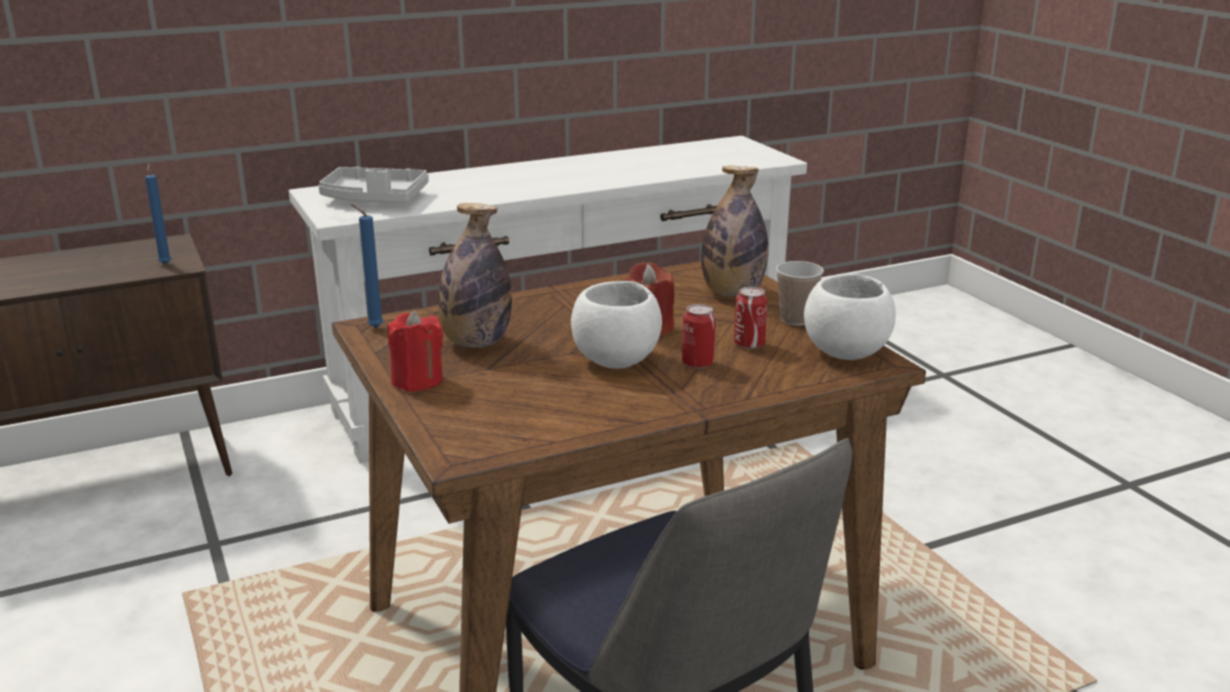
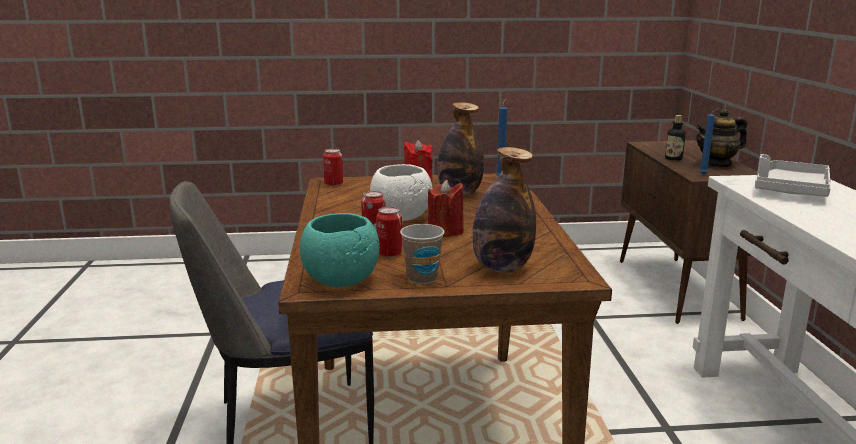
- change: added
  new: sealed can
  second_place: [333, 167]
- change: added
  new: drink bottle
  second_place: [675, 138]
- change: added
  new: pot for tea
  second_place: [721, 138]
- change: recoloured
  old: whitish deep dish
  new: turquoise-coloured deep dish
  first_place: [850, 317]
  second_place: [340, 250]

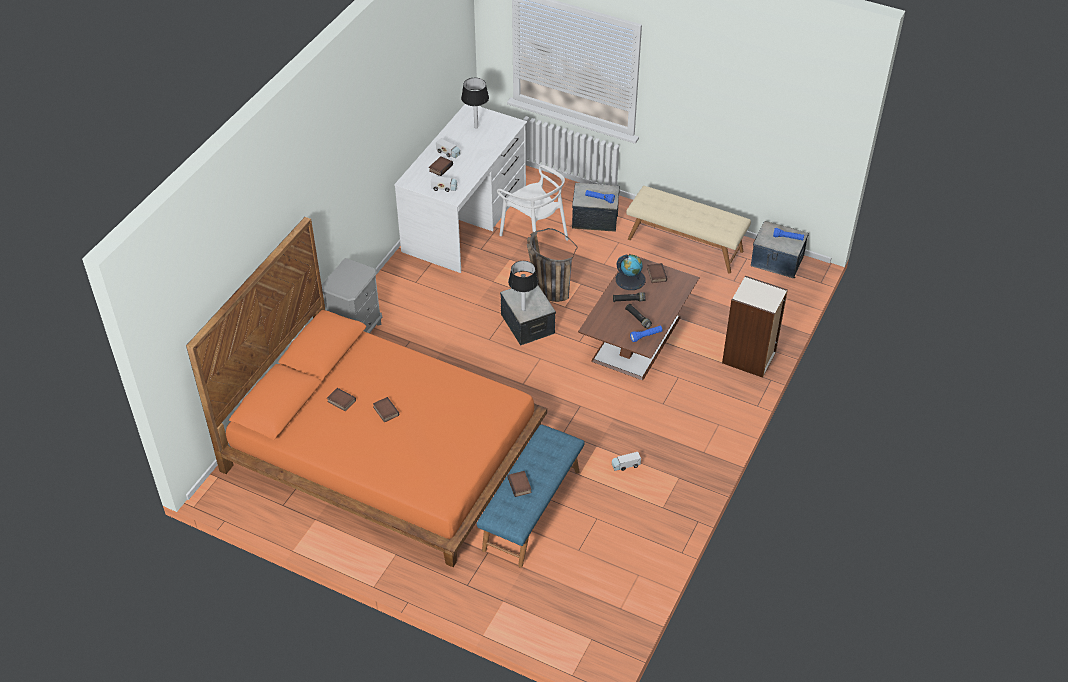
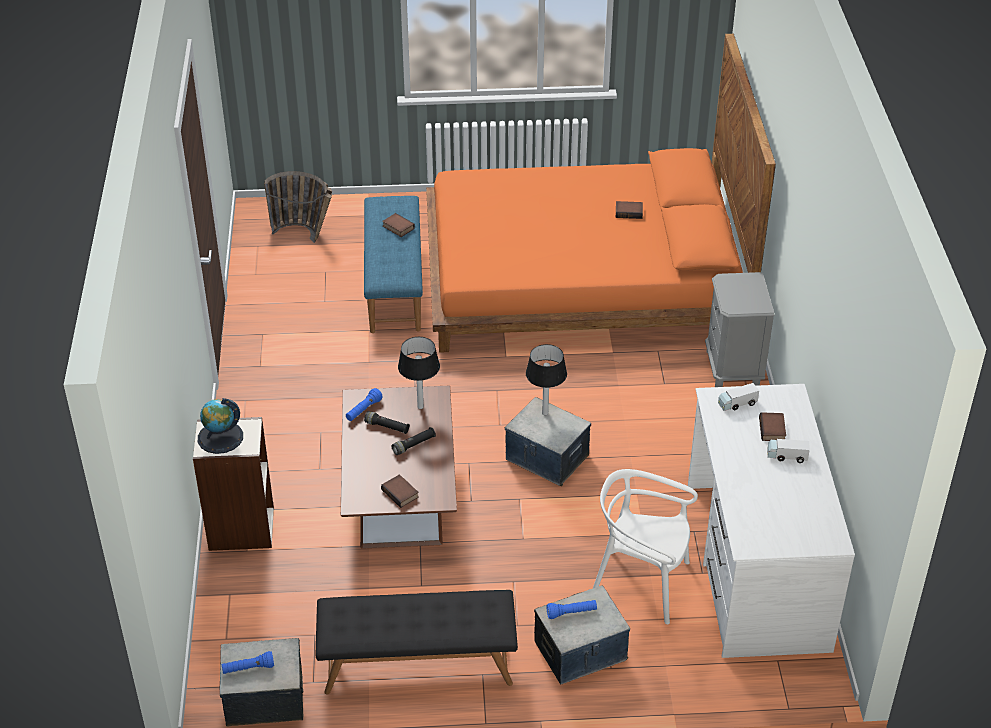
- change: removed
  old: volume
  first_place: [386, 409]
- change: removed
  old: toy lorry
  first_place: [626, 461]
- change: moved
  old: tabletop lamp
  first_place: [475, 103]
  second_place: [419, 373]
- change: moved
  old: household basket
  first_place: [552, 265]
  second_place: [298, 207]
- change: moved
  old: desk globe
  first_place: [631, 272]
  second_place: [220, 426]
- change: recoloured
  old: beige indoor bench
  new: black indoor bench
  first_place: [688, 230]
  second_place: [417, 642]

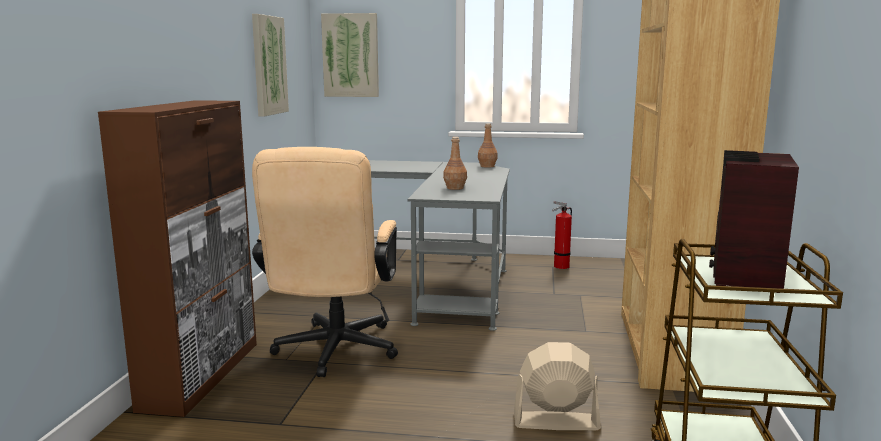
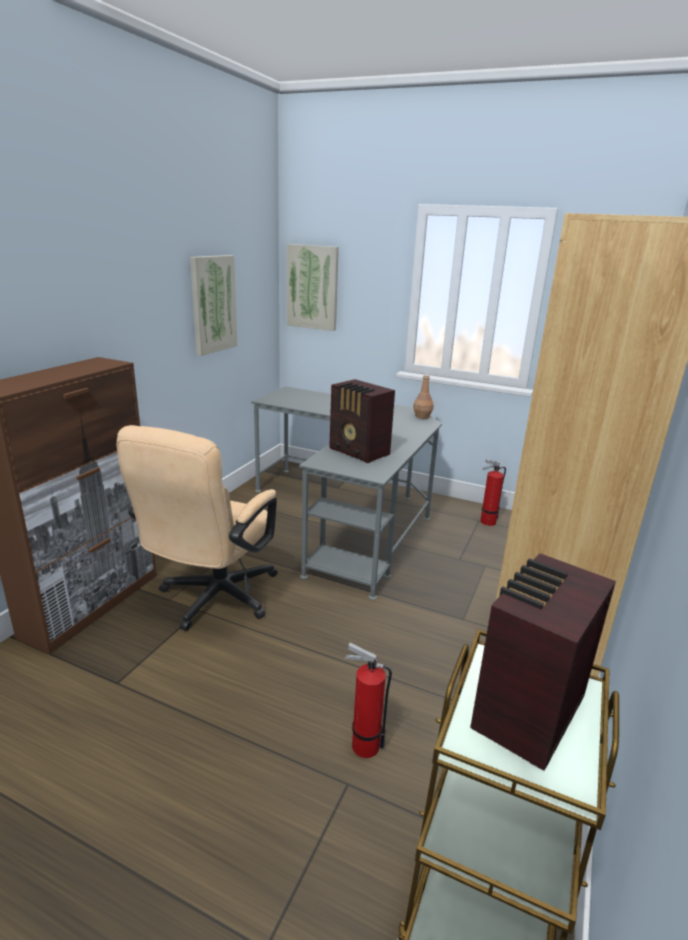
- change: replaced
  old: brown-coloured drink bottle
  new: radio
  first_place: [455, 163]
  second_place: [362, 421]
- change: replaced
  old: beige fan
  new: fire extinguisher
  first_place: [557, 386]
  second_place: [368, 700]

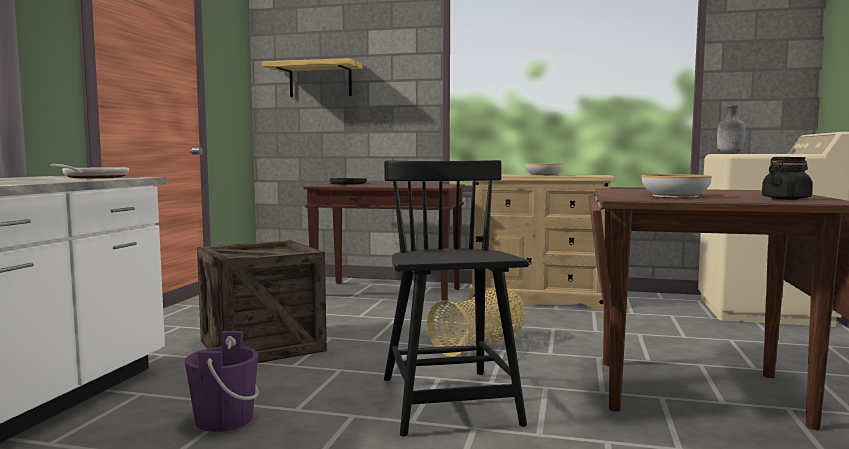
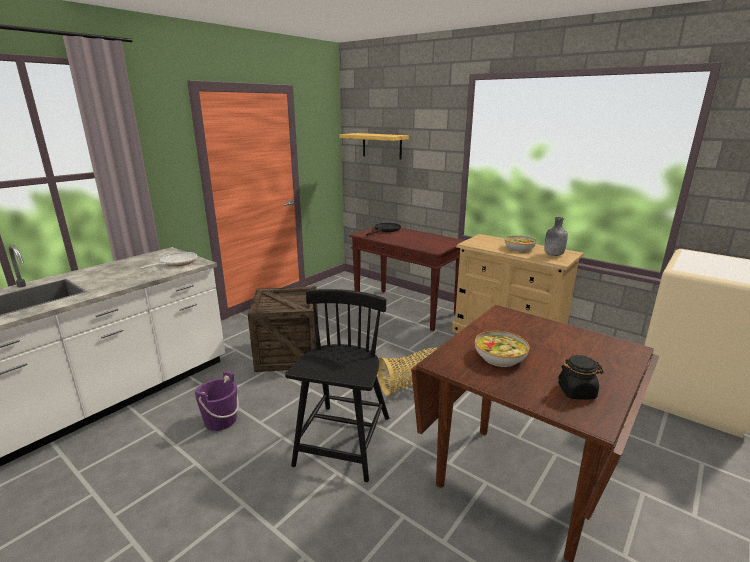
- change: moved
  old: gray drink bottle
  first_place: [731, 129]
  second_place: [556, 236]

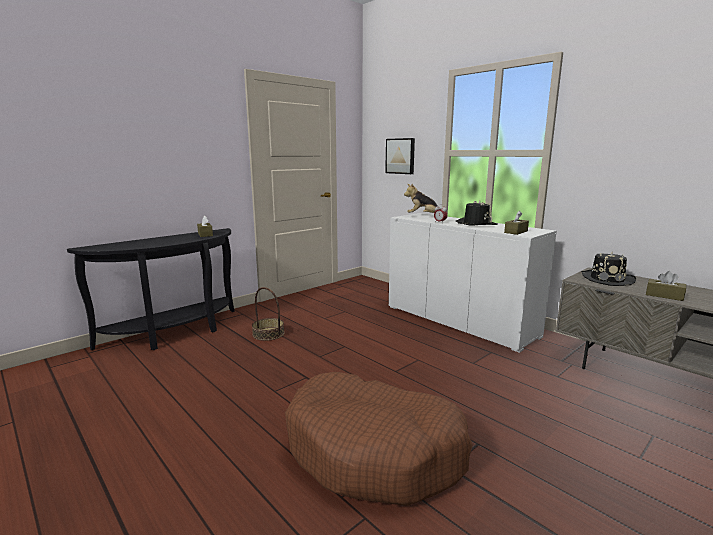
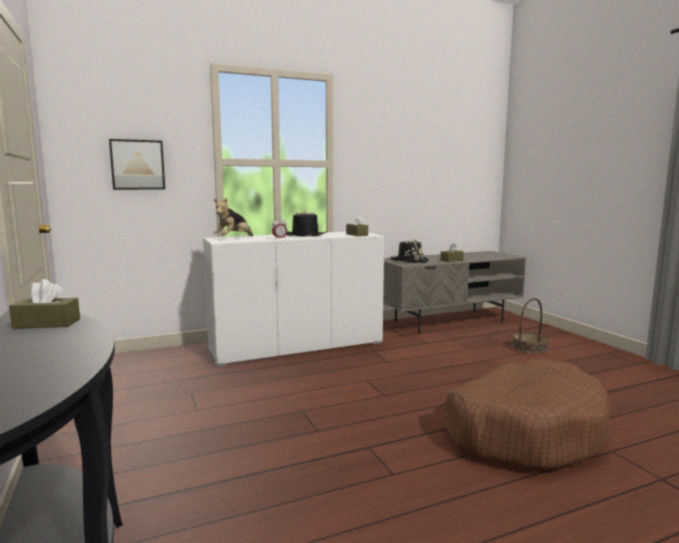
- change: moved
  old: household basket
  first_place: [268, 314]
  second_place: [530, 326]

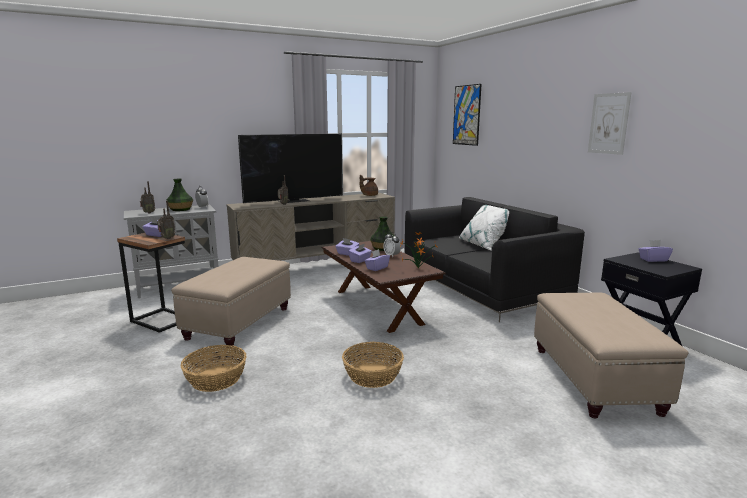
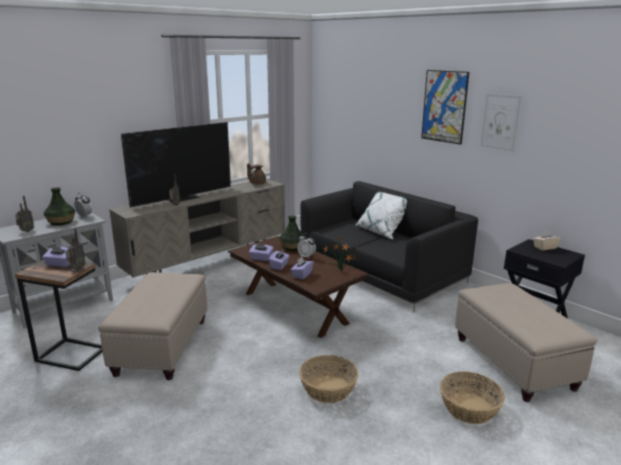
- change: moved
  old: household basket
  first_place: [214, 368]
  second_place: [472, 397]
- change: moved
  old: picture
  first_place: [467, 115]
  second_place: [445, 107]
- change: recoloured
  old: purple-coloured tissue holder
  new: beige tissue holder
  first_place: [656, 251]
  second_place: [547, 240]

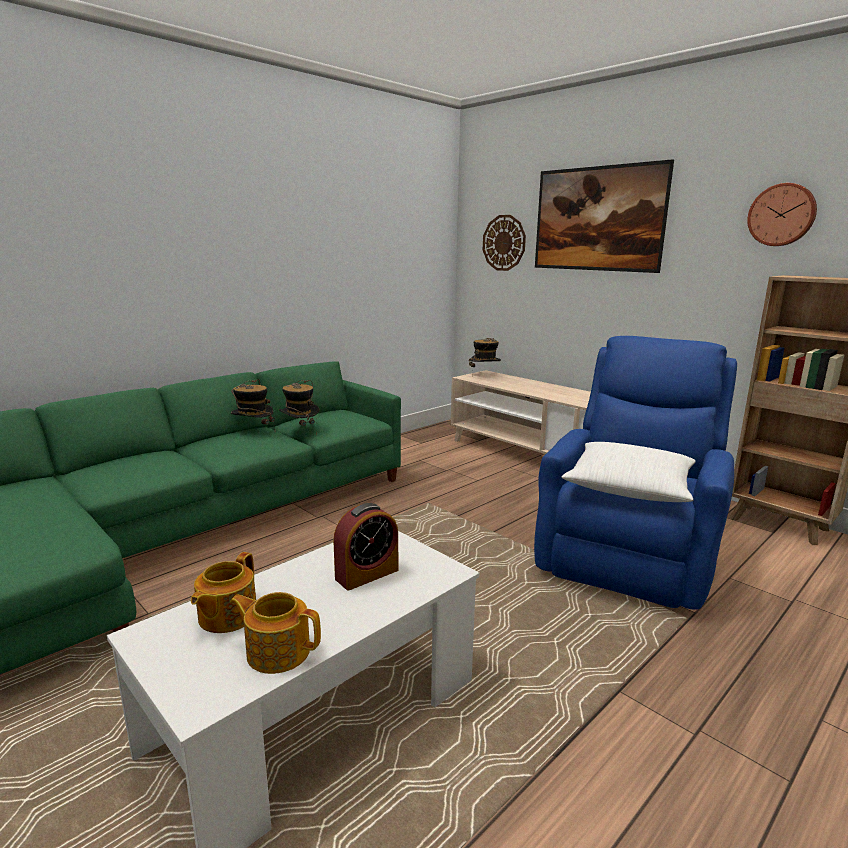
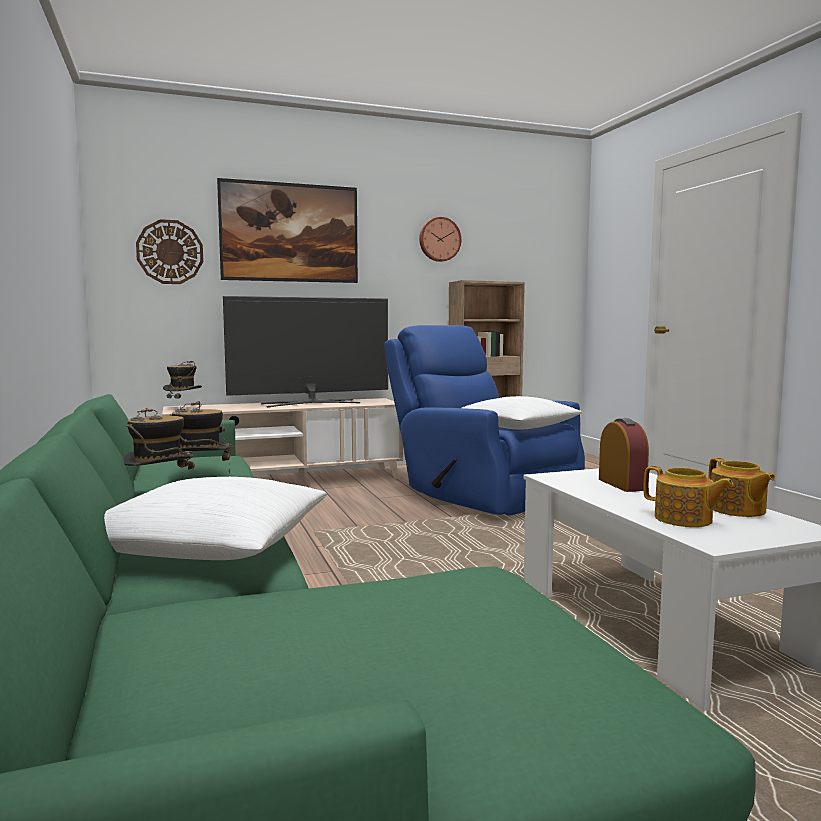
- change: added
  new: whitish throw pillow
  second_place: [215, 518]
- change: added
  new: TV set
  second_place: [305, 351]
- change: turned
  old: pot for tea
  first_place: [275, 633]
  second_place: [742, 487]
  degrees: -60

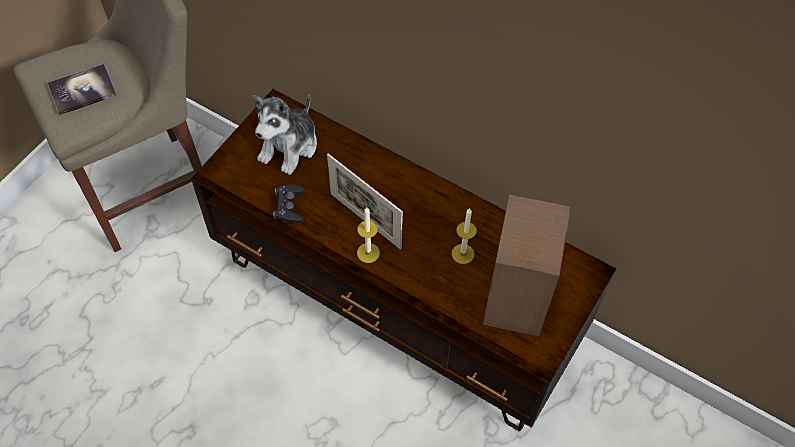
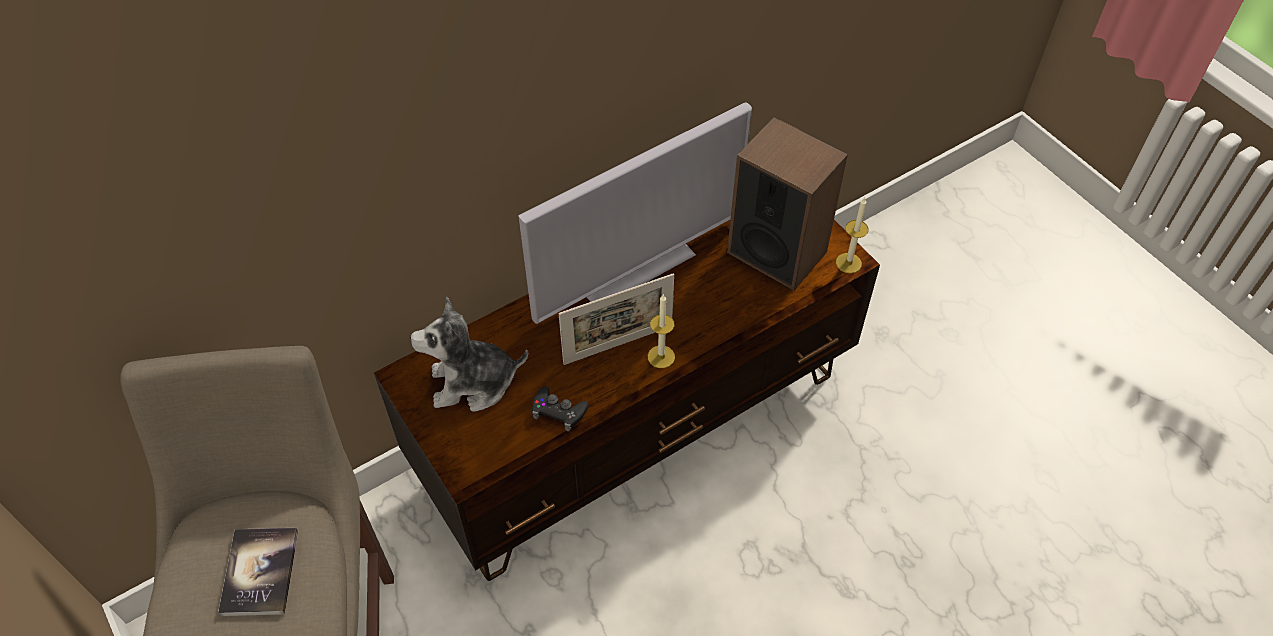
- change: added
  new: TV set
  second_place: [635, 213]
- change: moved
  old: wax candle
  first_place: [464, 236]
  second_place: [852, 235]
- change: turned
  old: cuddly toy
  first_place: [284, 134]
  second_place: [469, 354]
  degrees: 120

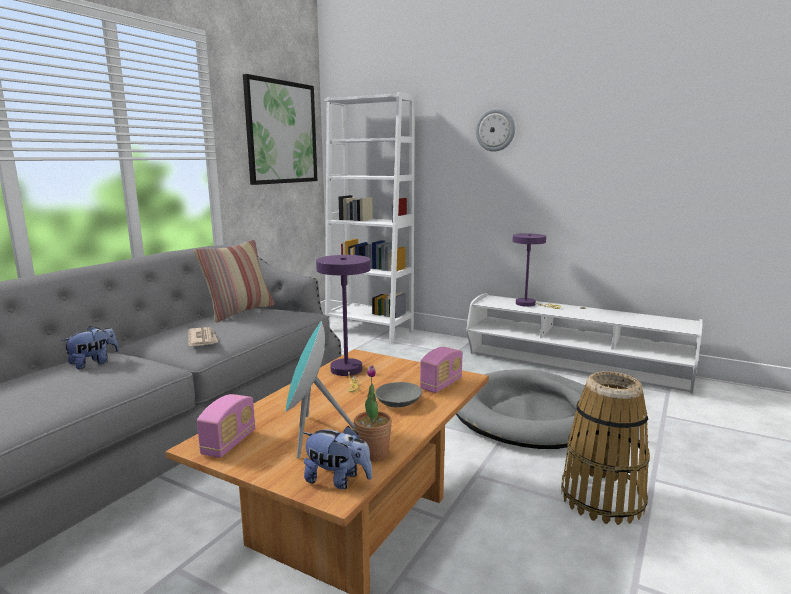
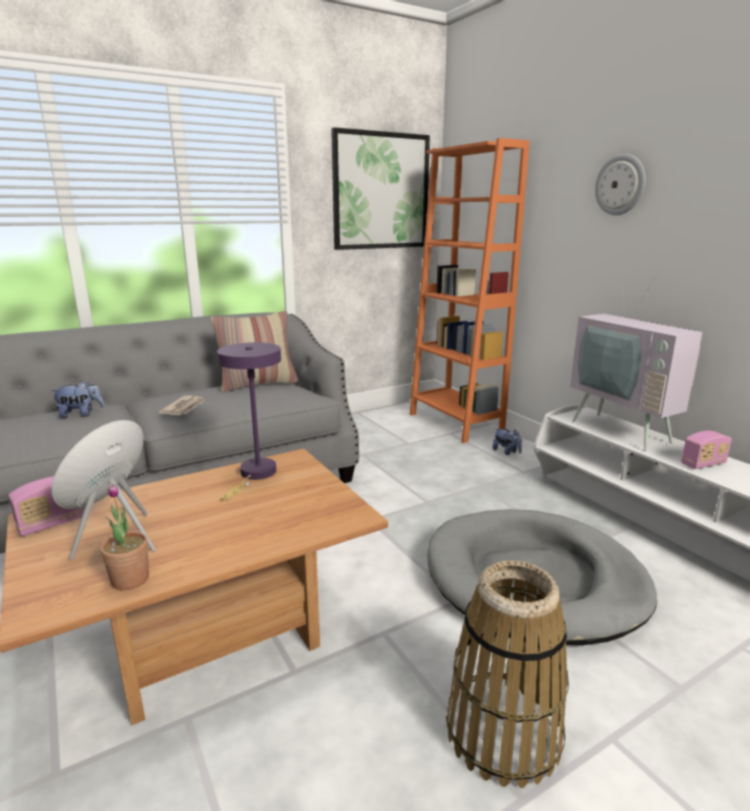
- change: removed
  old: gray deep dish
  first_place: [398, 394]
- change: moved
  old: cuddly toy
  first_place: [337, 457]
  second_place: [507, 441]
- change: moved
  old: radio
  first_place: [441, 370]
  second_place: [706, 449]
- change: replaced
  old: purple-coloured tabletop lamp
  new: TV set
  first_place: [537, 271]
  second_place: [636, 361]
- change: recoloured
  old: whitish shelving unit
  new: orange shelving unit
  first_place: [369, 218]
  second_place: [470, 290]

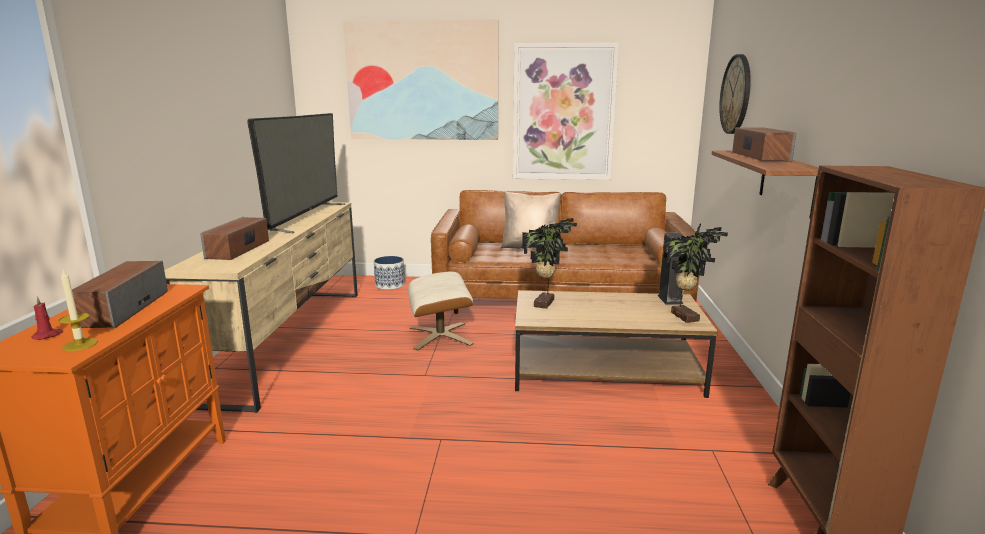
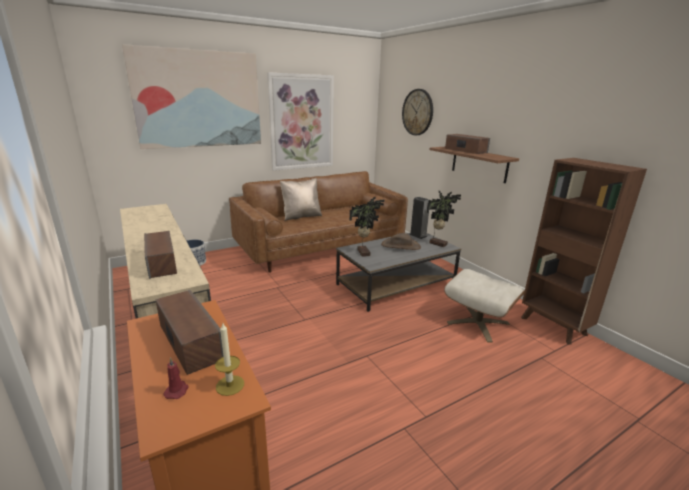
- change: removed
  old: TV set
  first_place: [296, 173]
- change: added
  new: brown-coloured wearable hat
  second_place: [401, 241]
- change: moved
  old: beige ottoman
  first_place: [441, 311]
  second_place: [485, 305]
- change: recoloured
  old: brown-coloured low table
  new: gray low table
  first_place: [616, 344]
  second_place: [398, 272]

